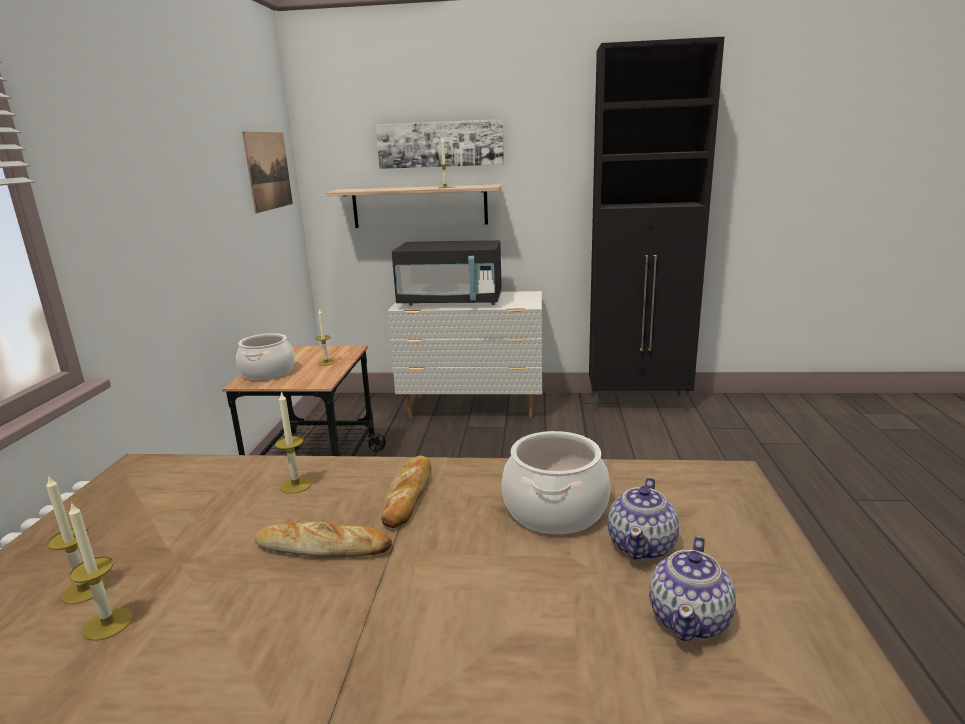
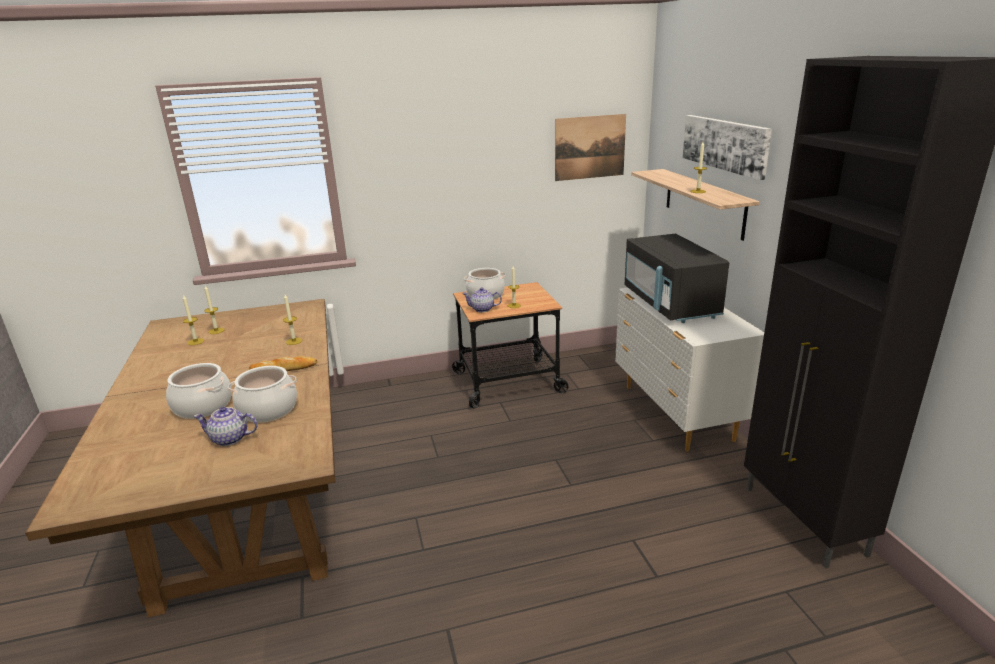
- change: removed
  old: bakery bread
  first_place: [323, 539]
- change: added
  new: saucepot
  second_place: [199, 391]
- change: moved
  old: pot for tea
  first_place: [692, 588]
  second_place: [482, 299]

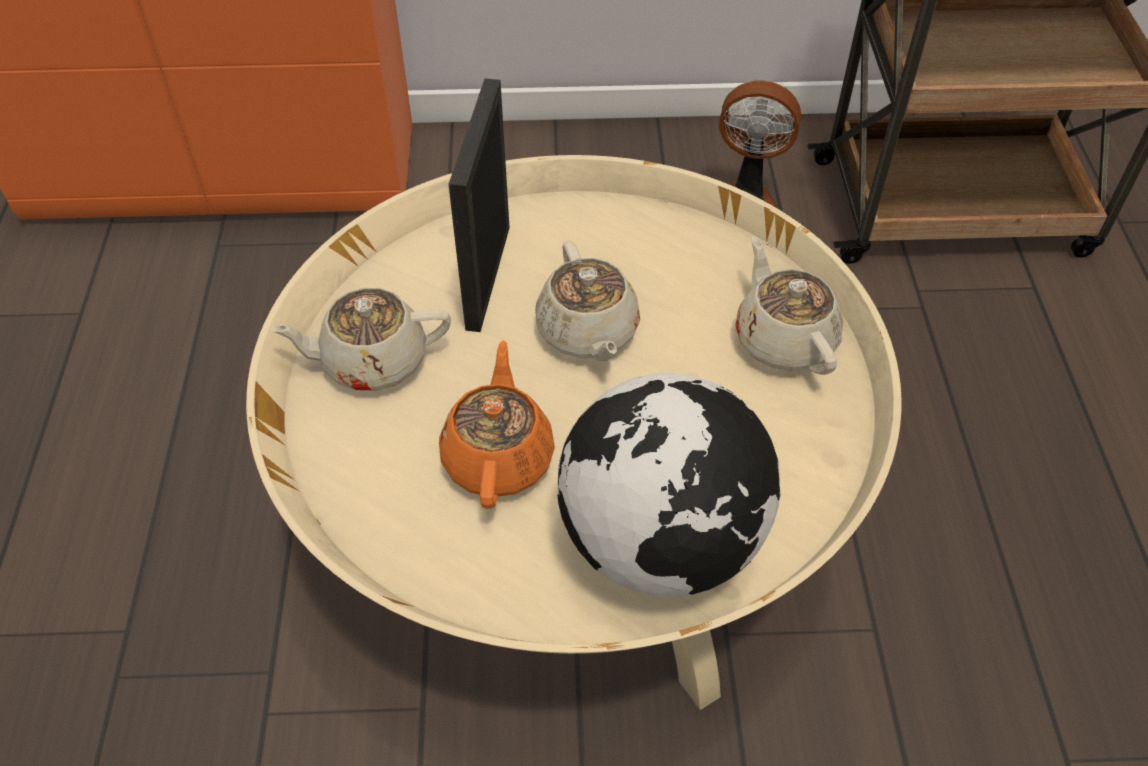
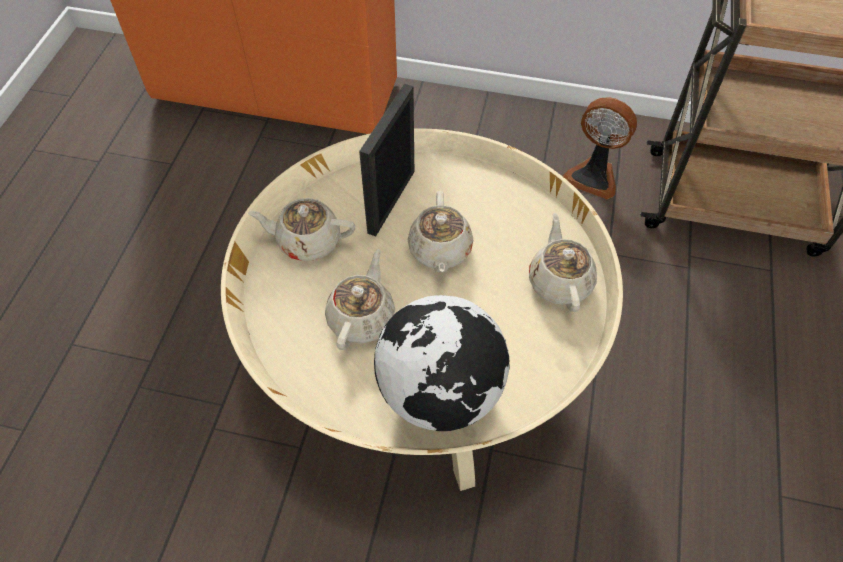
- change: recoloured
  old: orange pot for tea
  new: beige pot for tea
  first_place: [497, 424]
  second_place: [360, 299]

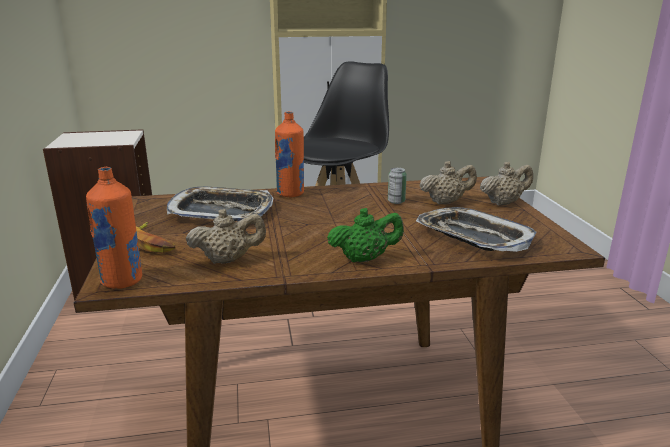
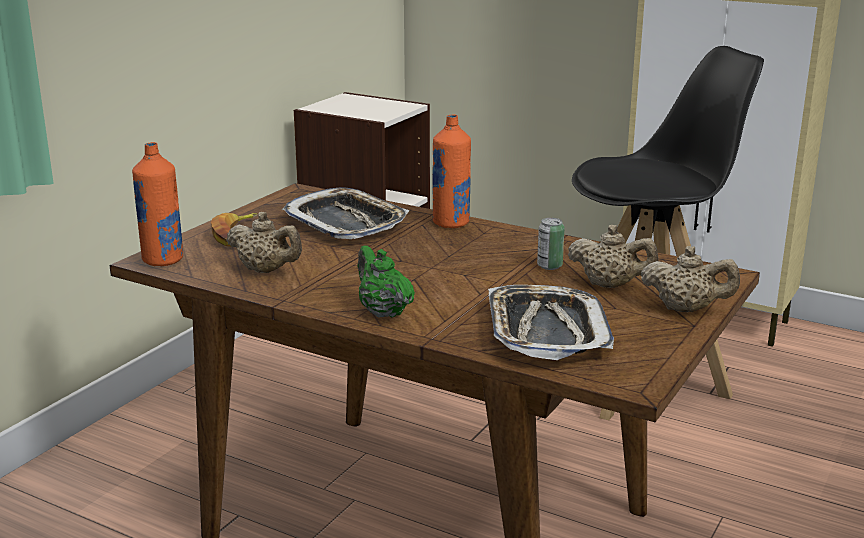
- change: turned
  old: green pot for tea
  first_place: [365, 235]
  second_place: [386, 282]
  degrees: -150

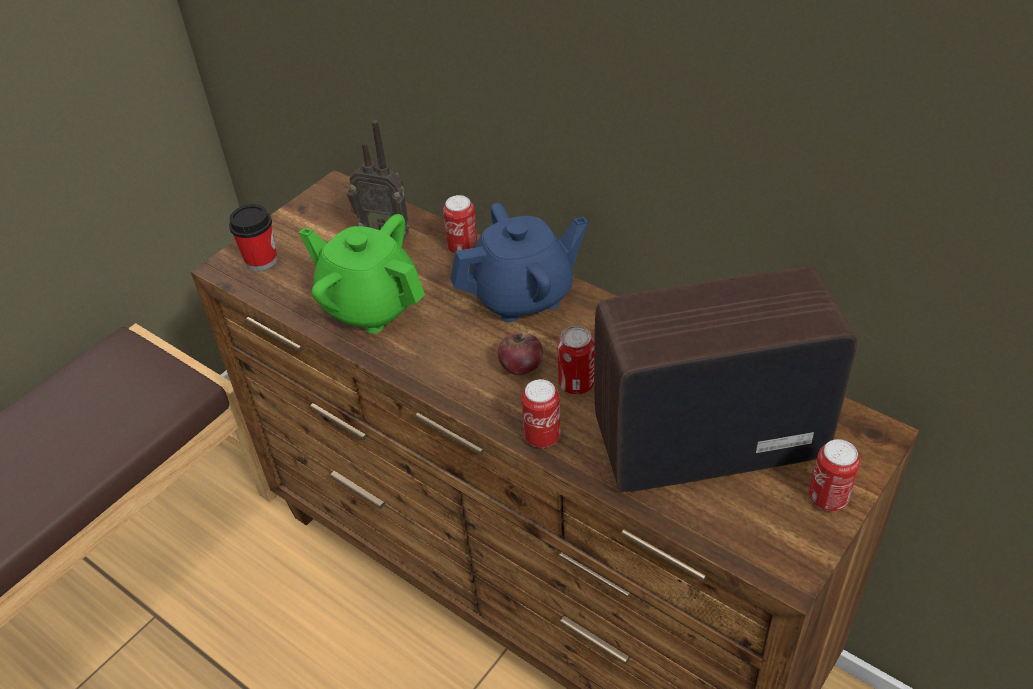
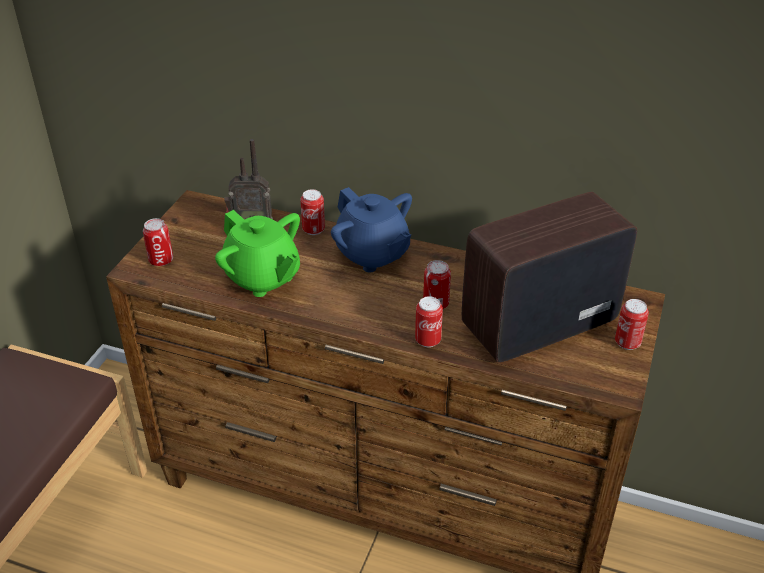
- change: removed
  old: whole apple
  first_place: [520, 353]
- change: replaced
  old: cup
  new: sealed can
  first_place: [253, 237]
  second_place: [158, 242]
- change: turned
  old: green pot for tea
  first_place: [362, 274]
  second_place: [257, 253]
  degrees: -150
- change: turned
  old: blue pot for tea
  first_place: [519, 263]
  second_place: [371, 230]
  degrees: 90

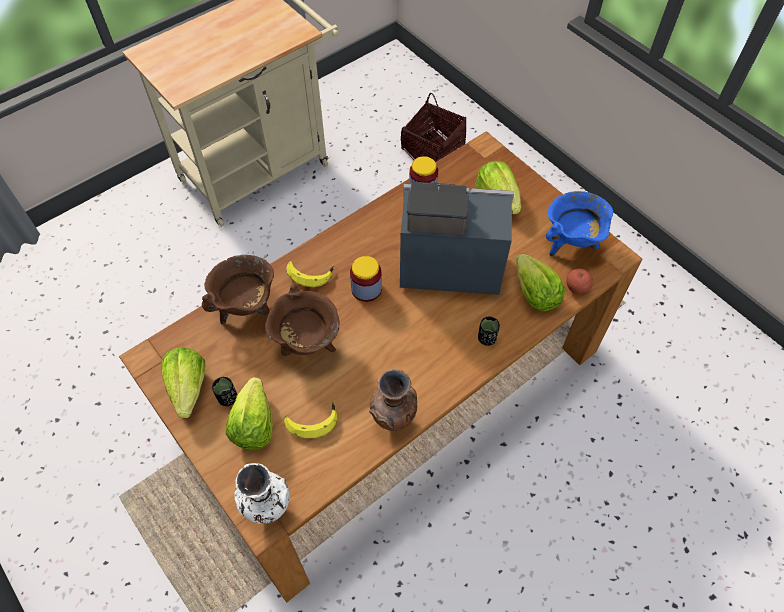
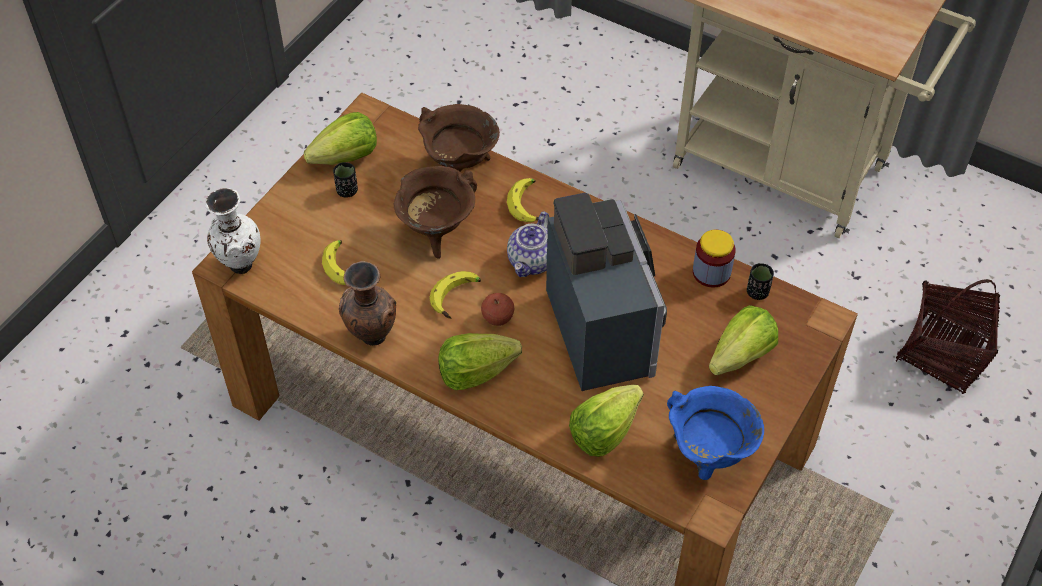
- change: added
  new: banana fruit
  second_place: [455, 295]
- change: moved
  old: head of lettuce
  first_place: [249, 413]
  second_place: [480, 361]
- change: moved
  old: black cup
  first_place: [489, 331]
  second_place: [760, 281]
- change: moved
  old: whole apple
  first_place: [579, 281]
  second_place: [497, 309]
- change: replaced
  old: jar
  new: pot for tea
  first_place: [366, 279]
  second_place: [528, 244]

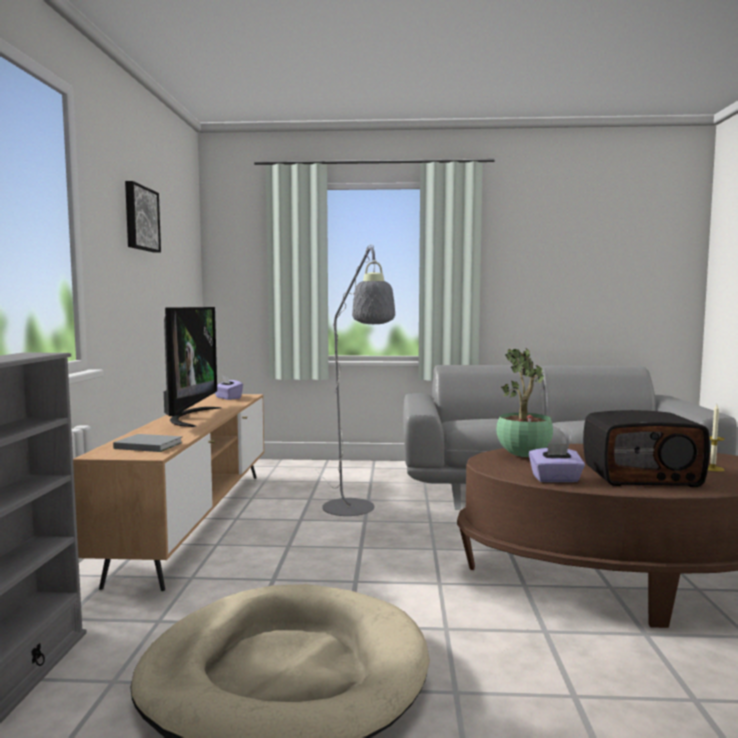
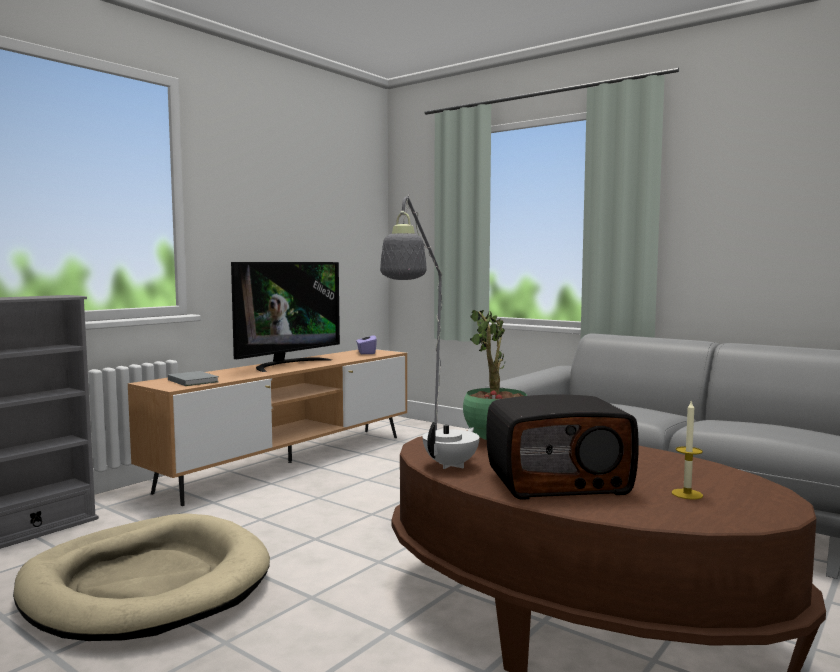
- change: removed
  old: picture
  first_place: [143, 217]
- change: replaced
  old: purple-coloured tissue holder
  new: whitish pot for tea
  first_place: [557, 462]
  second_place: [451, 445]
- change: turned
  old: radio
  first_place: [646, 448]
  second_place: [562, 447]
  degrees: -45

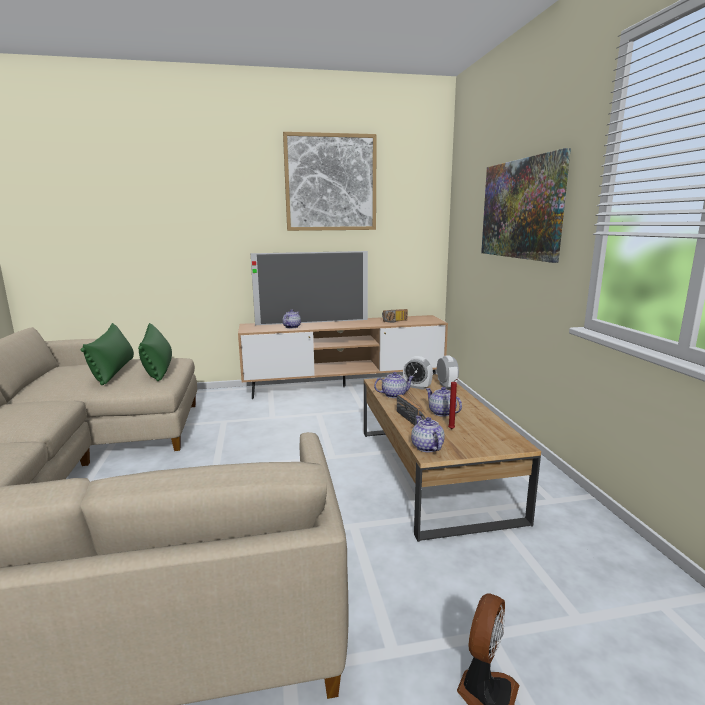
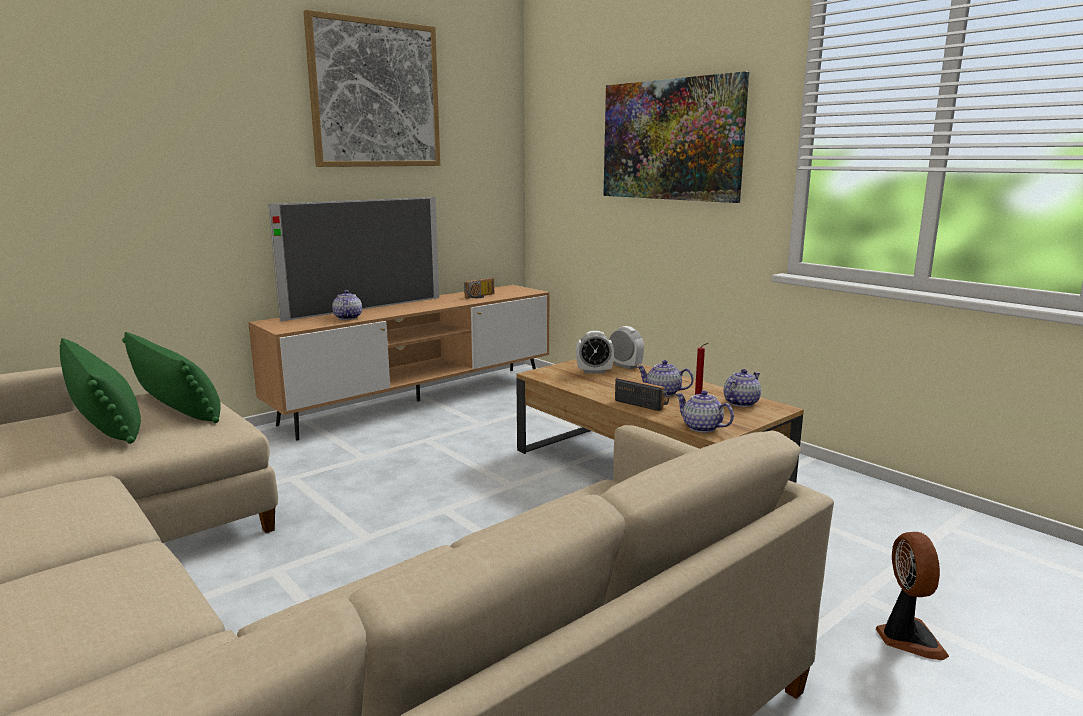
- change: moved
  old: pot for tea
  first_place: [394, 385]
  second_place: [742, 388]

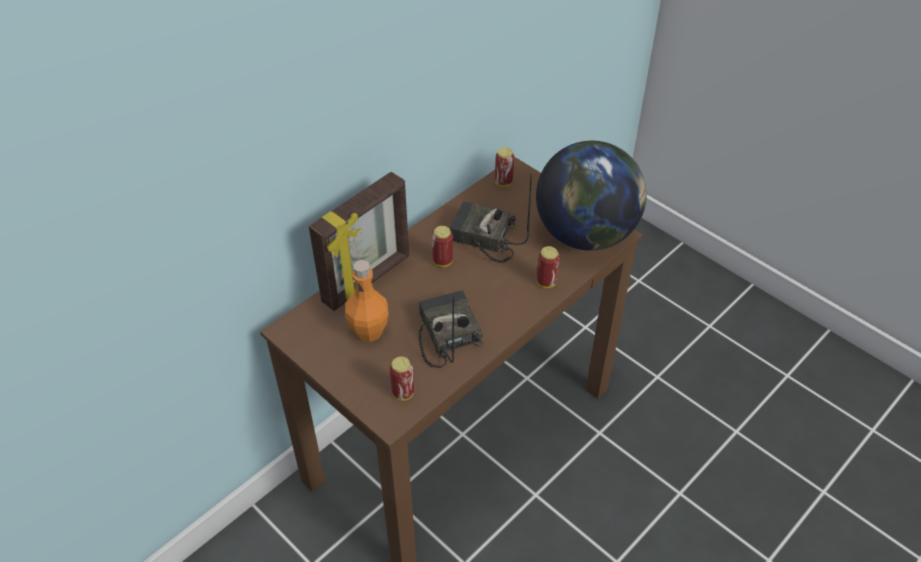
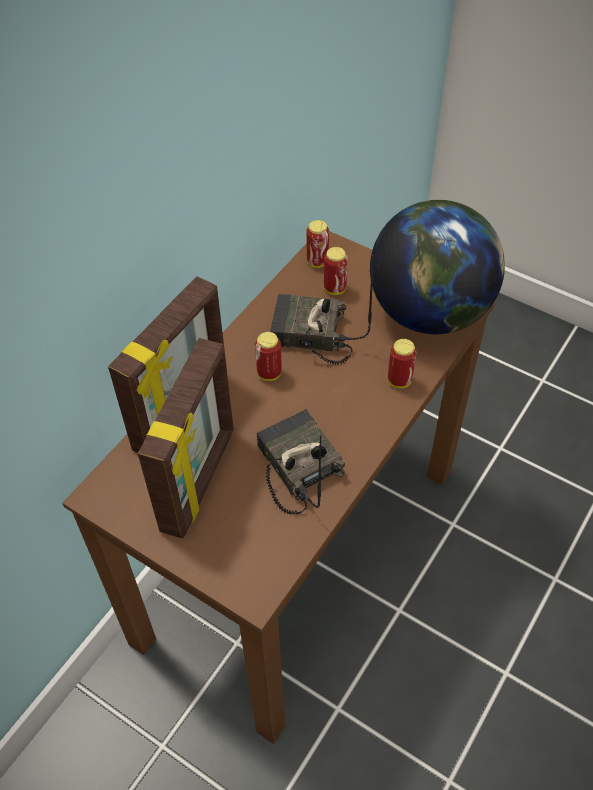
- change: moved
  old: sealed can
  first_place: [402, 378]
  second_place: [336, 271]
- change: replaced
  old: orange drink bottle
  new: standing frame
  first_place: [367, 301]
  second_place: [186, 438]

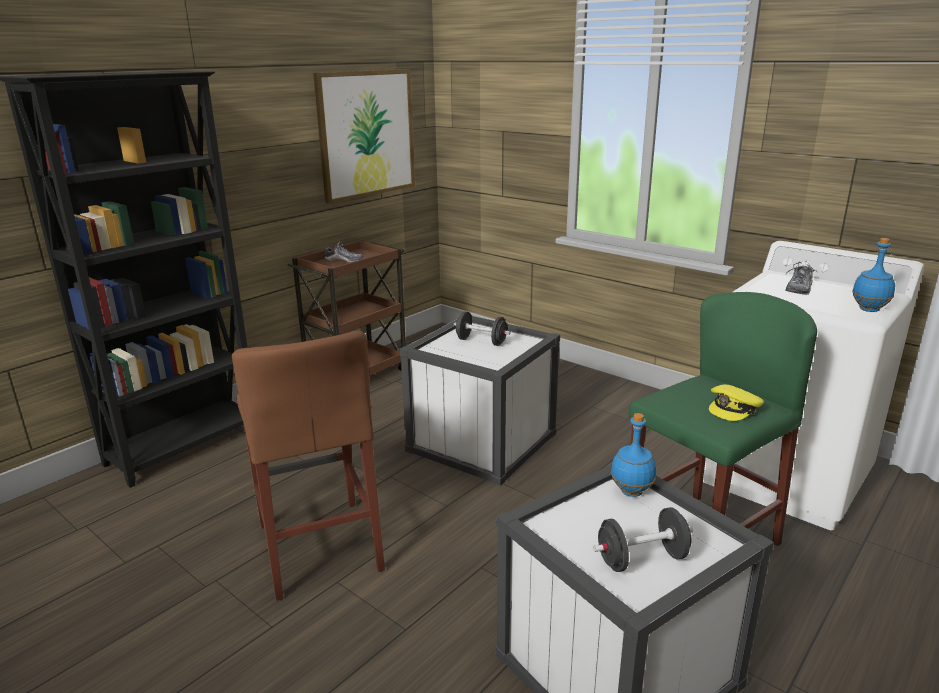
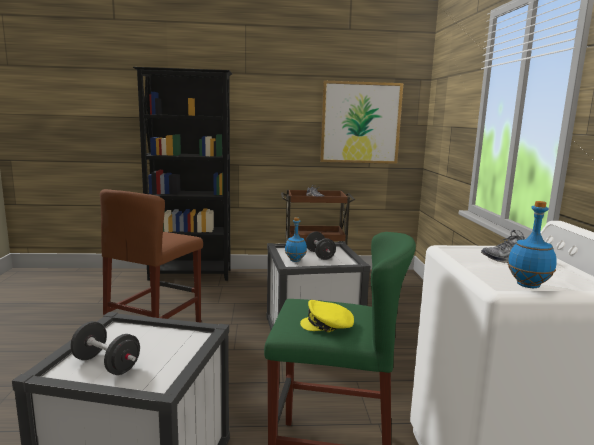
- change: moved
  old: blue drink bottle
  first_place: [633, 455]
  second_place: [296, 239]

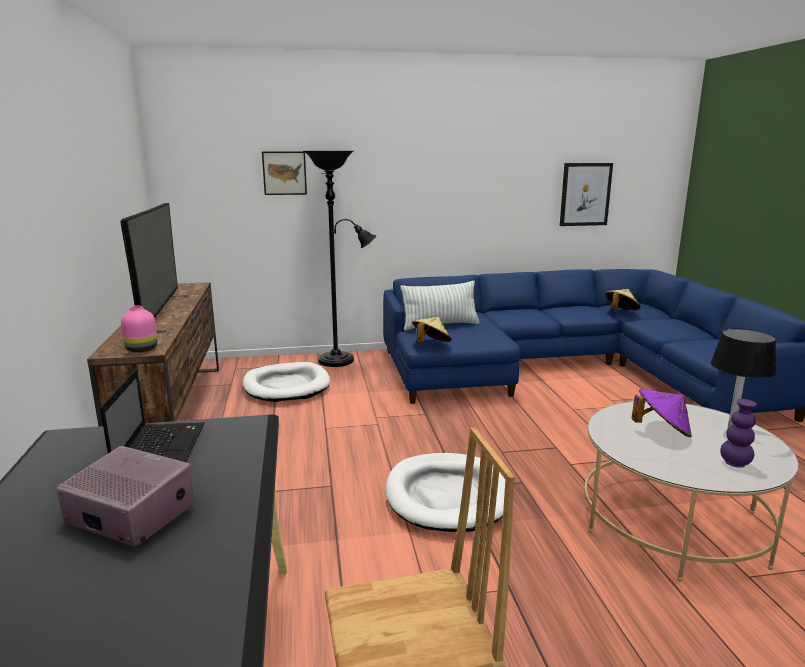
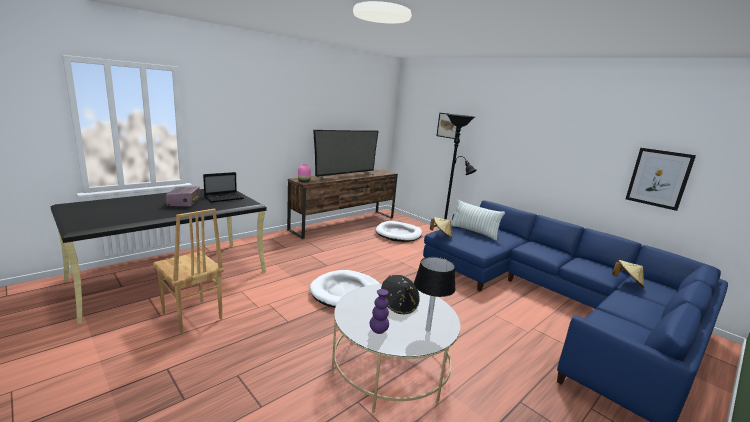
- change: recoloured
  old: purple-coloured wearable hat
  new: black wearable hat
  first_place: [662, 413]
  second_place: [400, 294]

